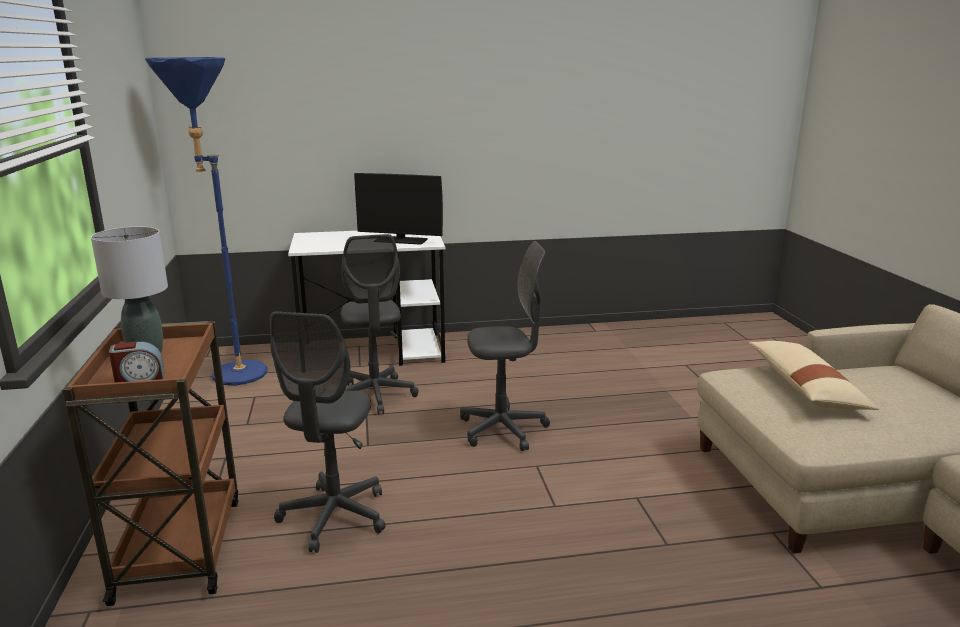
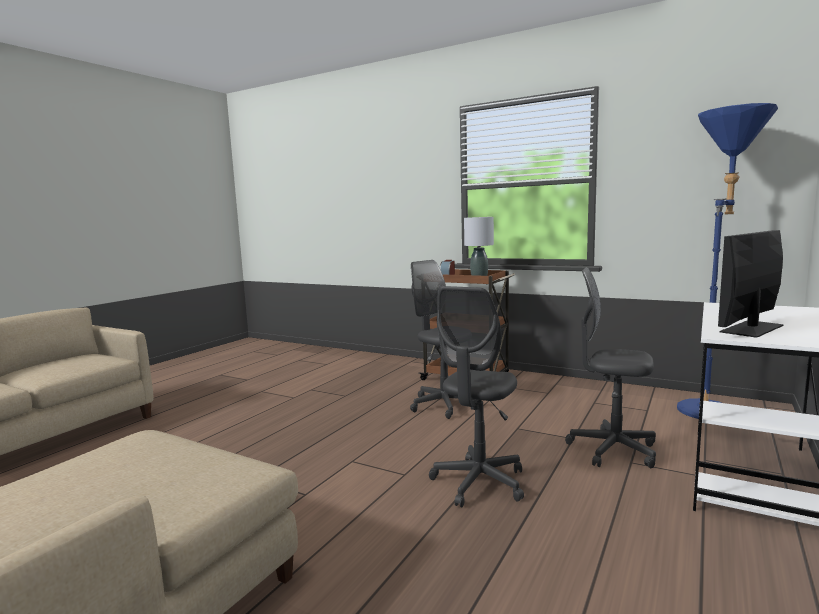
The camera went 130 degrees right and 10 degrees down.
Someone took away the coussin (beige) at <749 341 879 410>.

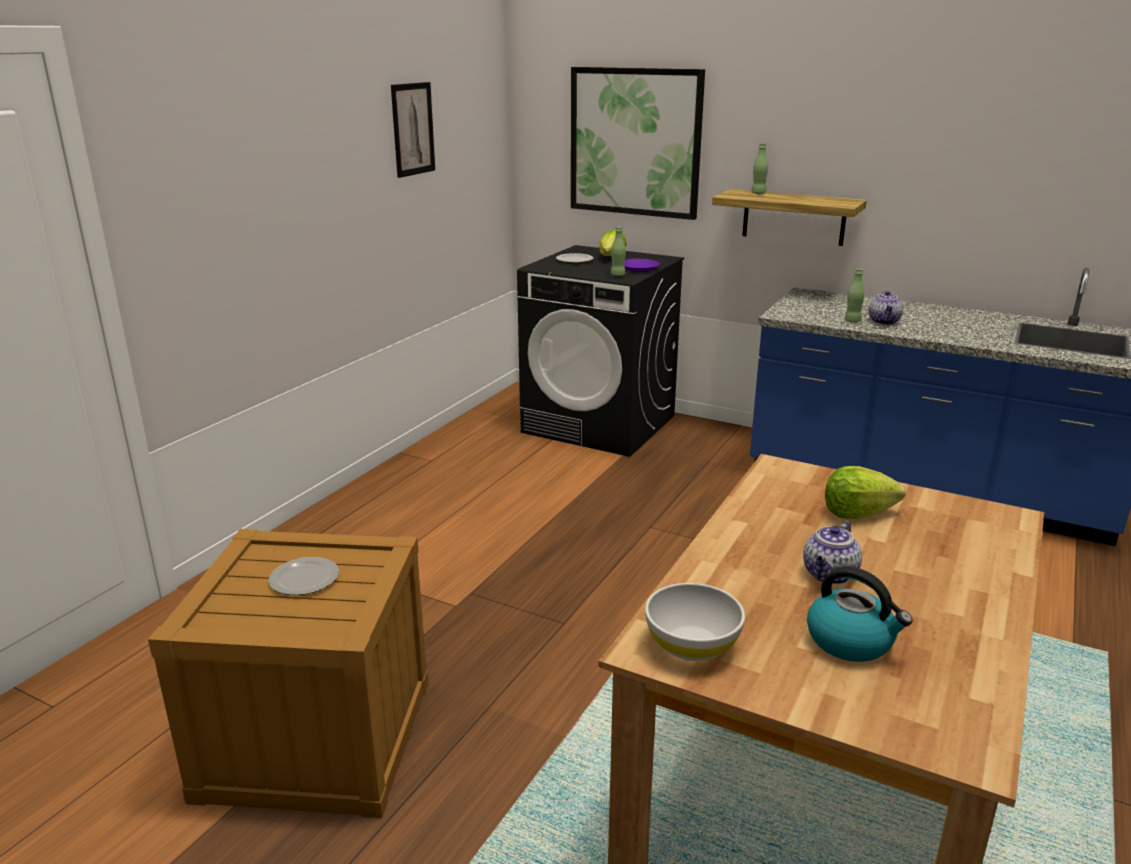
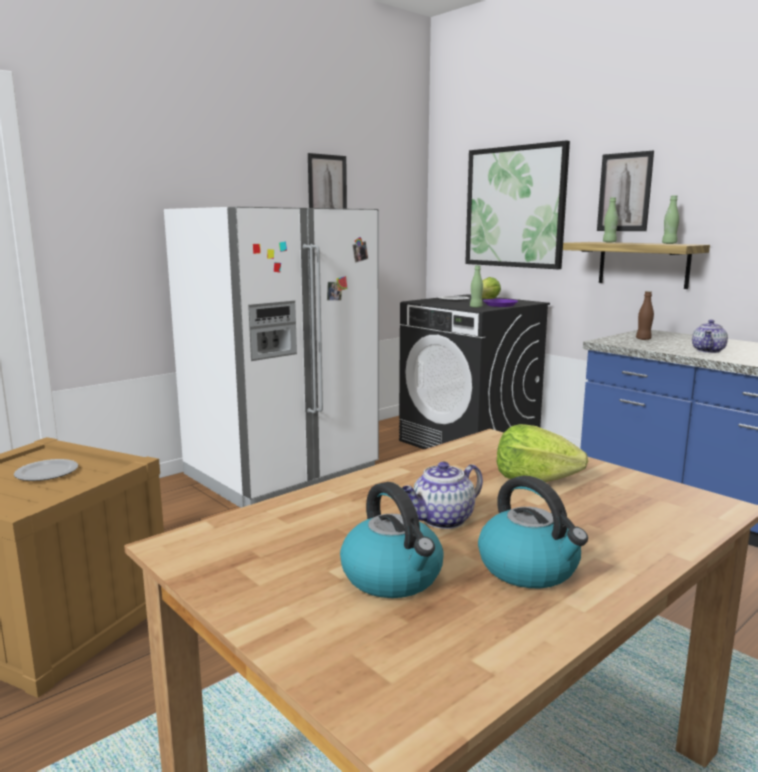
The camera went 20 degrees right and 10 degrees down.
Someone took away the bol (blanc) at <645 583 745 661>.
Someone carried the bouteille (vert) from <845 268 864 322> to <662 195 679 244>.
Someone put down the réfrigérateur (blanc) at <164 207 379 508>.
Someone put down the bouilloire at <478 476 588 588>.
Someone put up the tableau at <597 151 654 231>.
Someone put down the bouteille (marron) at <636 291 654 340>.

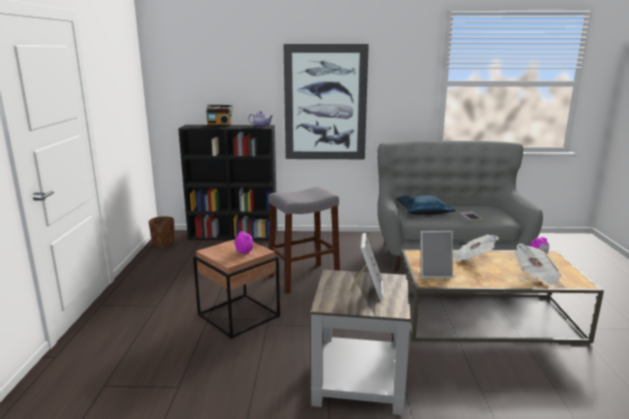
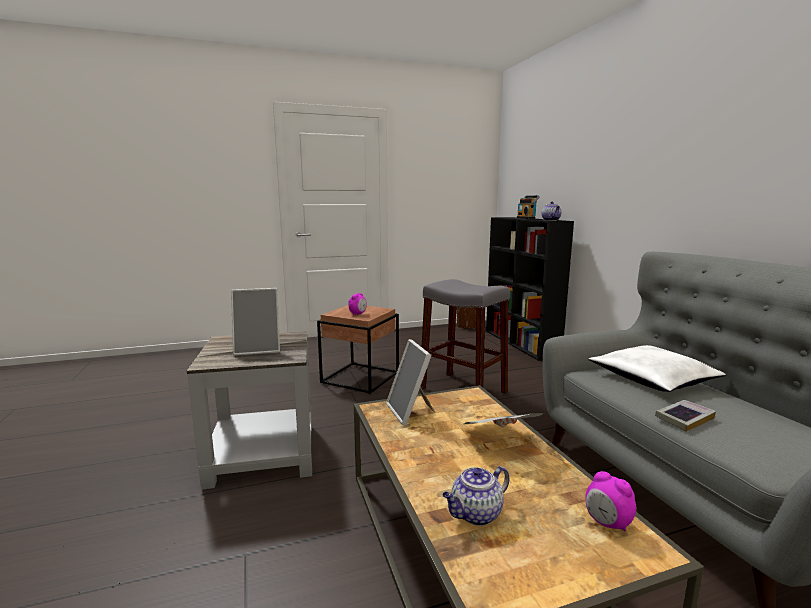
The camera went 70 degrees right and 5 degrees down.
Someone took away the tableau at <284 44 369 159>.
Someone repainted the coussin (bleu) at <396 195 456 215>, which became the coussin (blanc) at <589 345 726 392>.
Someone swapped the journal at <514 244 562 287> for the théière at <442 466 509 526>.

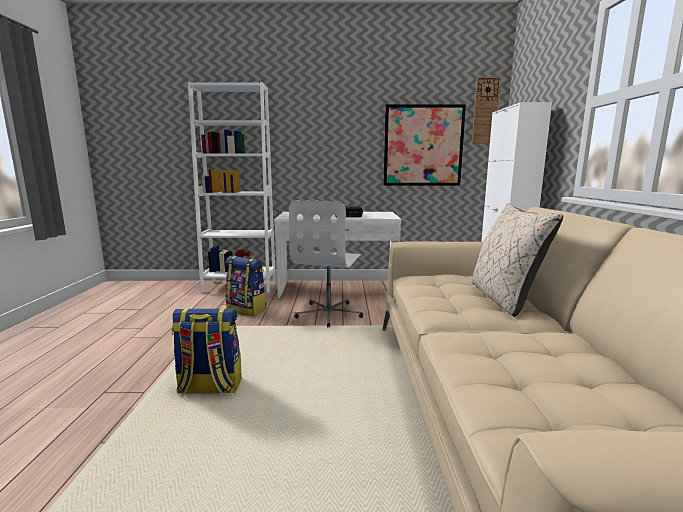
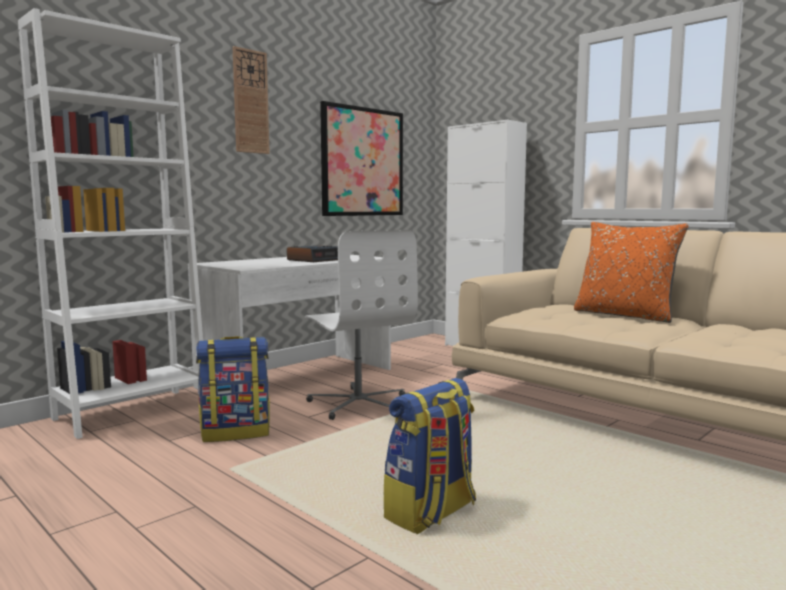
The camera went 45 degrees left and 5 degrees down.
Someone repainted the coussin (beige) at <471 203 563 317>, which became the coussin (orange) at <574 222 688 323>.
Someone carried the horloge murale from <472 77 501 144> to <233 46 270 154>.

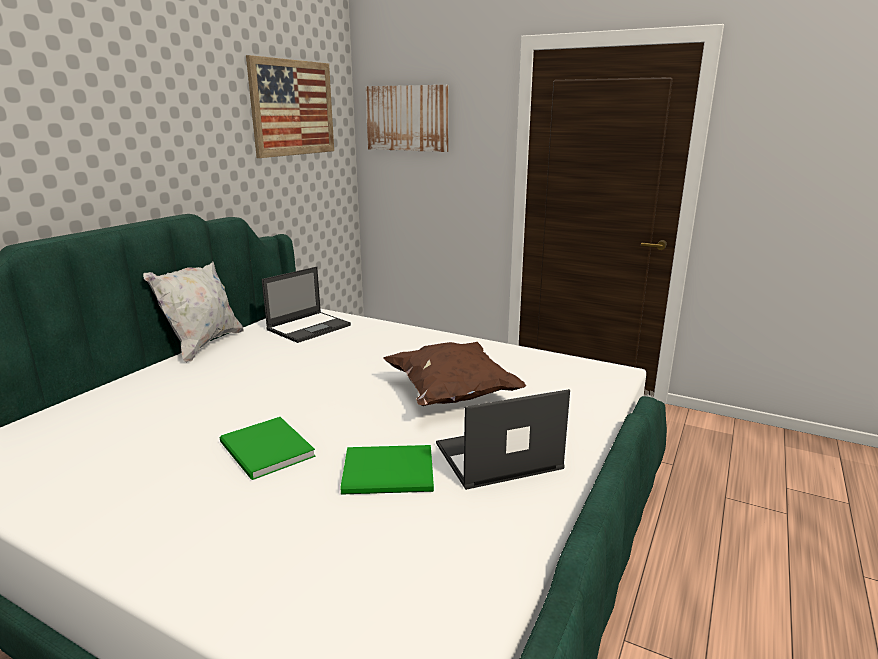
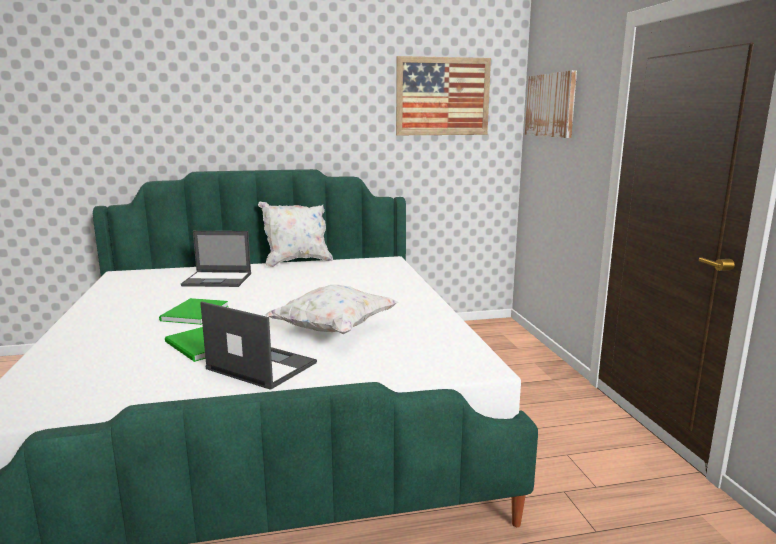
The camera went 50 degrees right and 5 degrees down.
Someone carried the ordinateur portable from <262 267 351 343> to <181 231 251 287>.
Someone repainted the coussin (marron) at <383 342 526 406>, which became the coussin (blanc) at <265 285 398 334>.

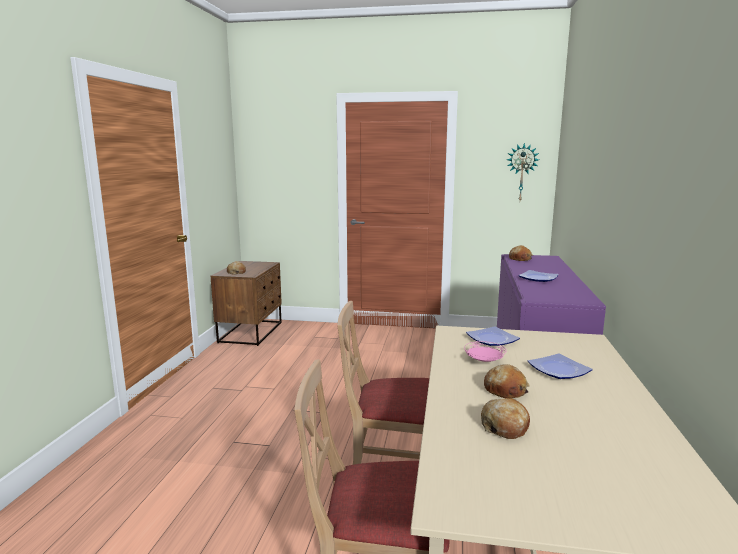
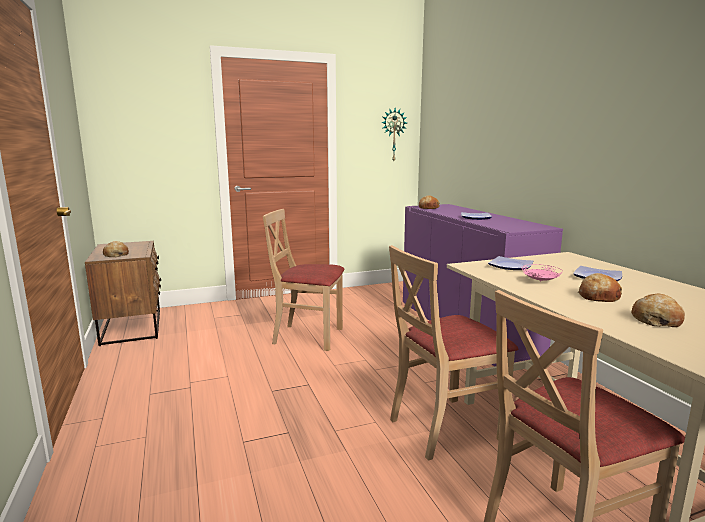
The camera went 30 degrees left and 0 degrees up.
Someone put down the chaise (beige) at <263 209 344 351>.

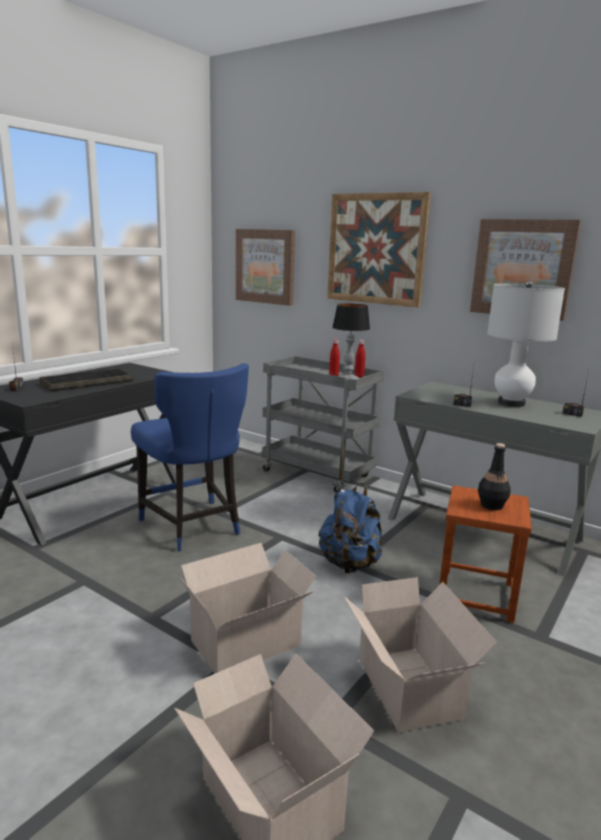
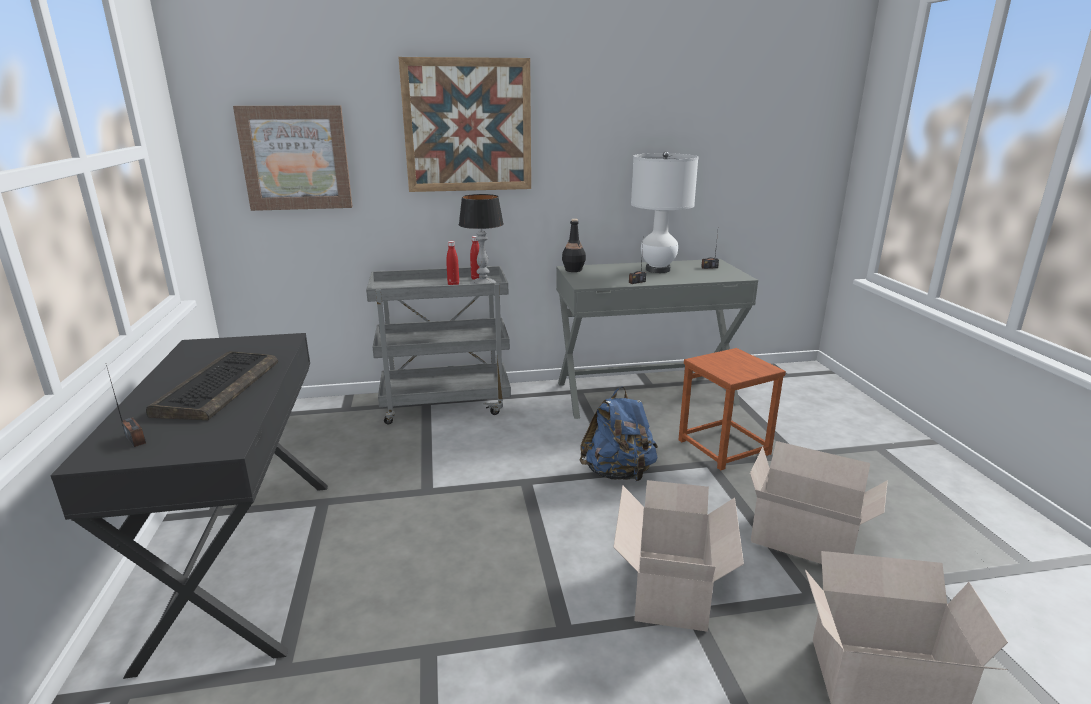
The camera went 45 degrees left and 5 degrees up.
Someone took away the chaise (bleu) at <131 363 249 551>.
Someone took away the tableau at <470 219 581 321>.
Someone carried the bouteille (noir) from <478 443 511 510> to <562 219 586 272>.

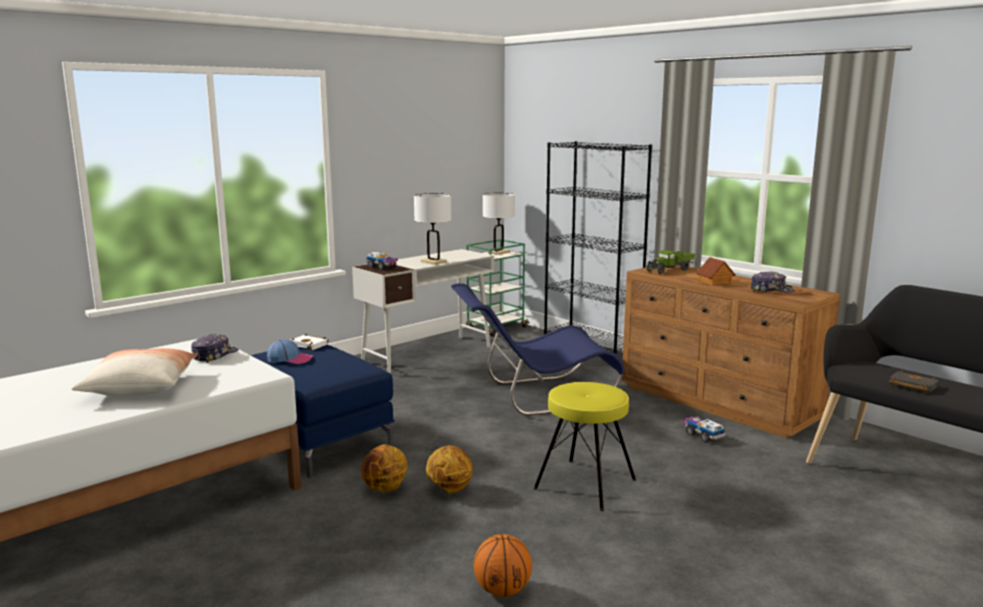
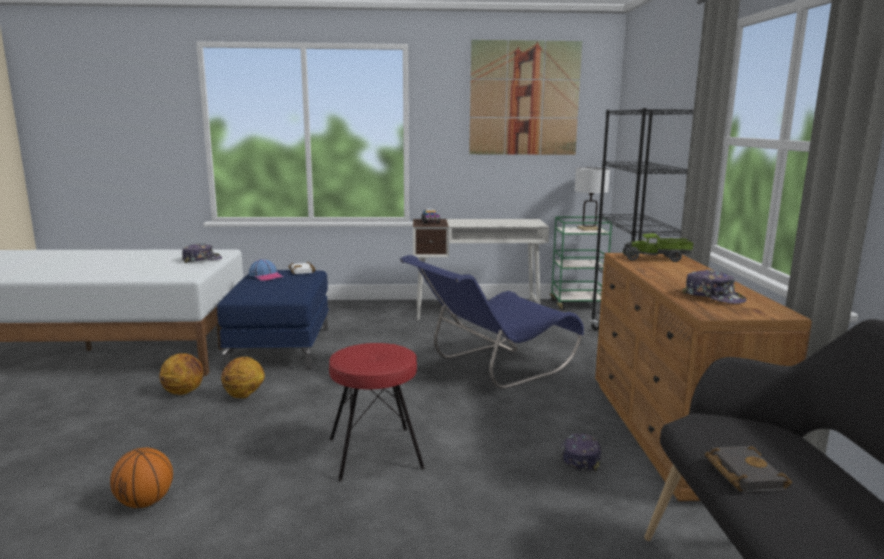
The camera went 40 degrees right and 0 degrees up.
Someone took away the coussin at <72 348 198 396>.
Someone took away the lampe de table (blanc) at <414 193 452 265>.
Someone carried the ballon de basket from <426 445 473 494> to <160 353 203 395>.
Someone rotated the chaise (bleu) at <451 283 624 415> by 60 degrees counterclockwise.
Someone repainted the tabouret (jaune) at <534 382 636 511>, which became the tabouret (rouge) at <329 343 425 482>.
Someone swapped the camion jouet at <684 416 726 442> for the casquette at <561 433 601 472>.
Someone took away the maison miniature at <696 257 736 285>.
Someone put up the tableau at <469 40 582 155>.

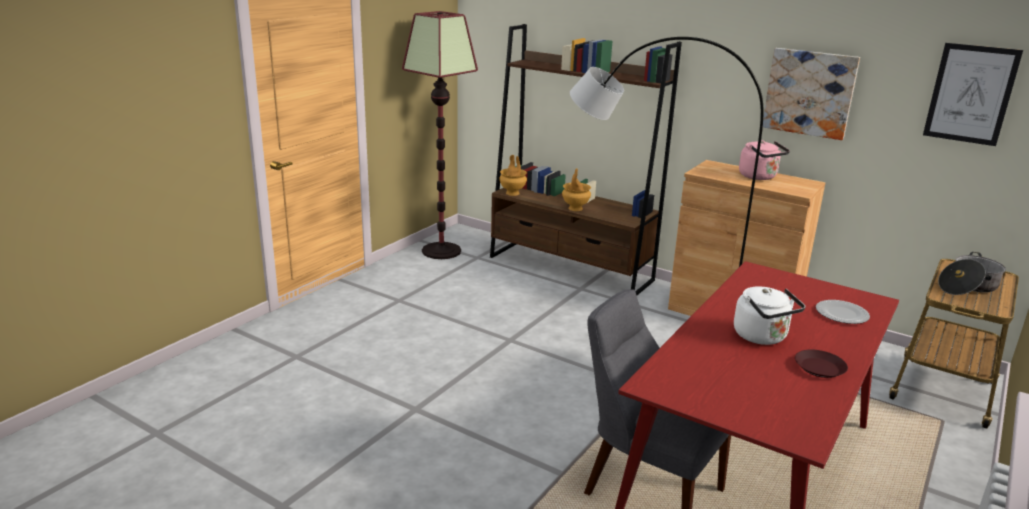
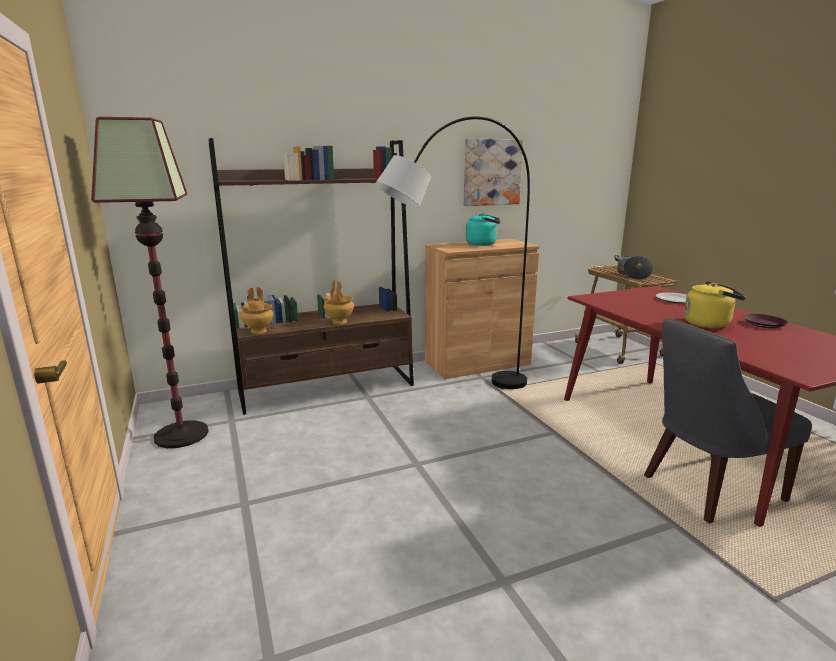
The camera went 55 degrees left and 5 degrees down.
Someone repainted the bouilloire (blanc) at <734 287 805 345>, which became the bouilloire (jaune) at <684 281 746 328>.
Someone repainted the bouilloire (rose) at <739 140 790 180>, which became the bouilloire (turquoise) at <466 213 500 246>.
Someone took away the tableau at <923 43 1023 146>.

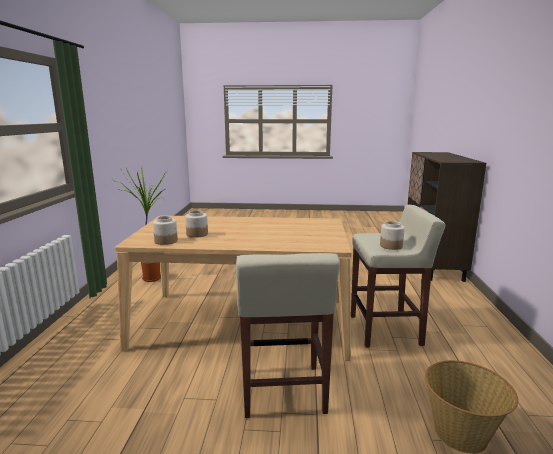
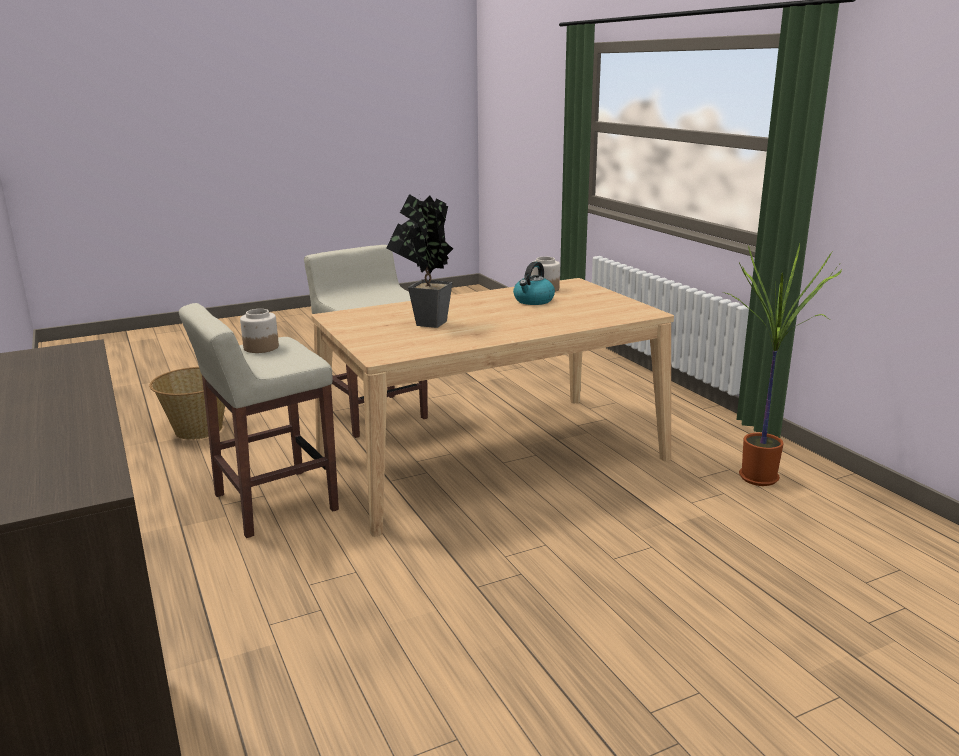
The camera went 150 degrees right and 5 degrees up.
Someone swapped the bocal at <185 210 208 238> for the bouilloire at <513 261 555 305>.
Someone put down the plante en pot at <386 194 453 328>.

